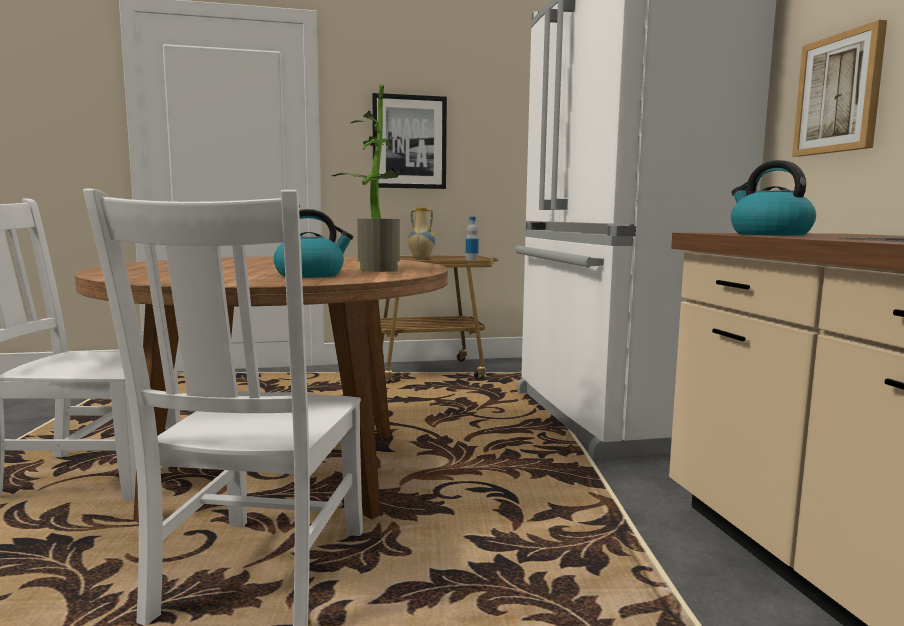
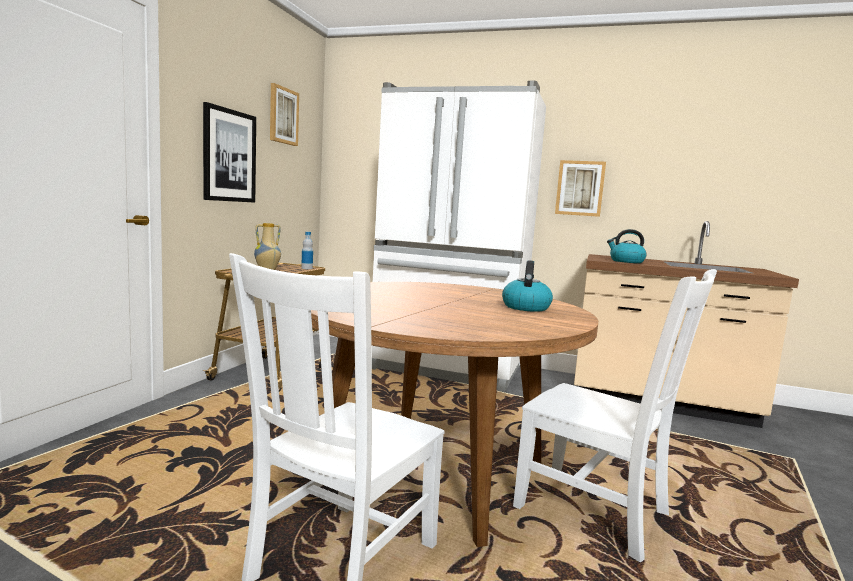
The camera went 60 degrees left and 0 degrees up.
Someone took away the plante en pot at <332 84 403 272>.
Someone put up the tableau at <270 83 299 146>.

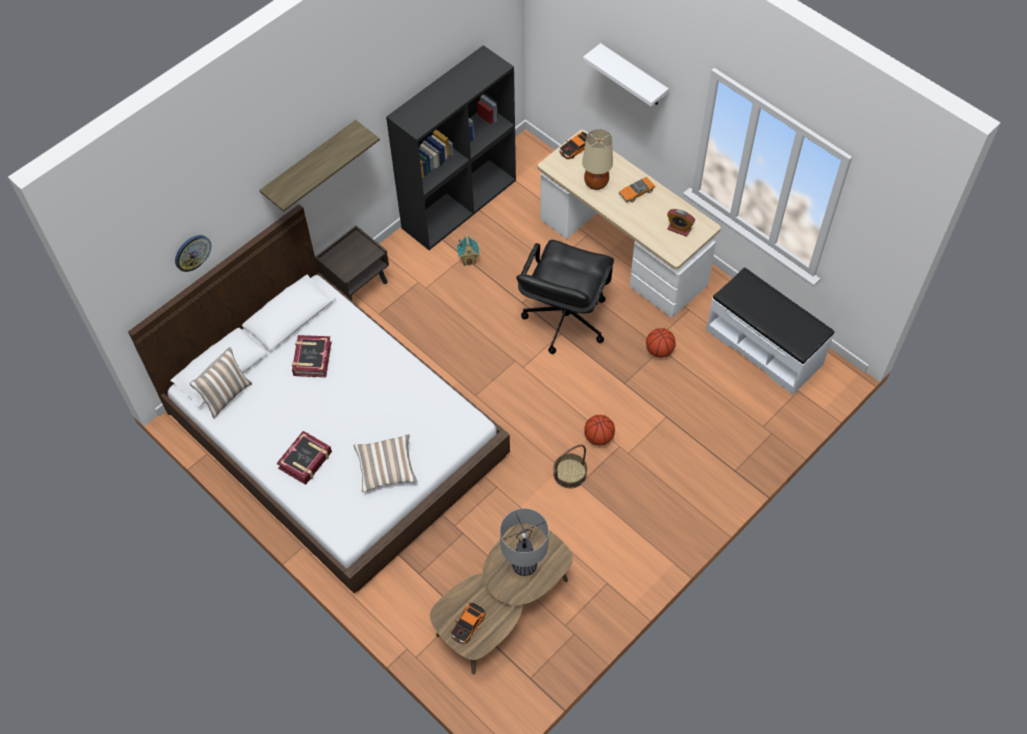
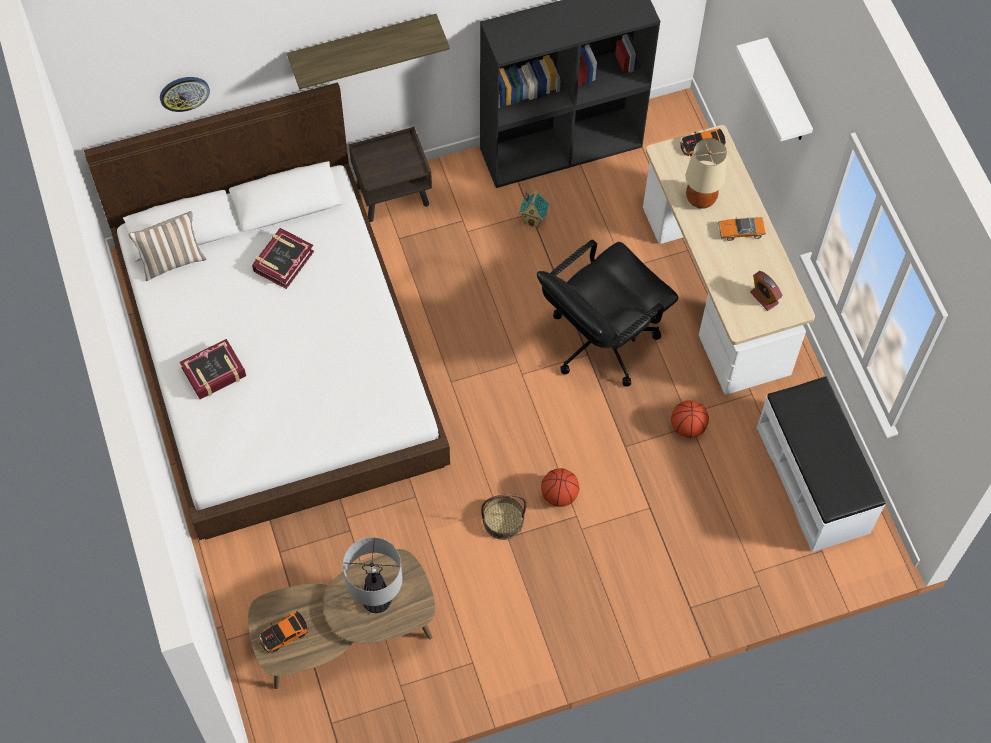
The camera went 25 degrees right and 5 degrees up.
Someone took away the coussin at <354 434 418 492>.

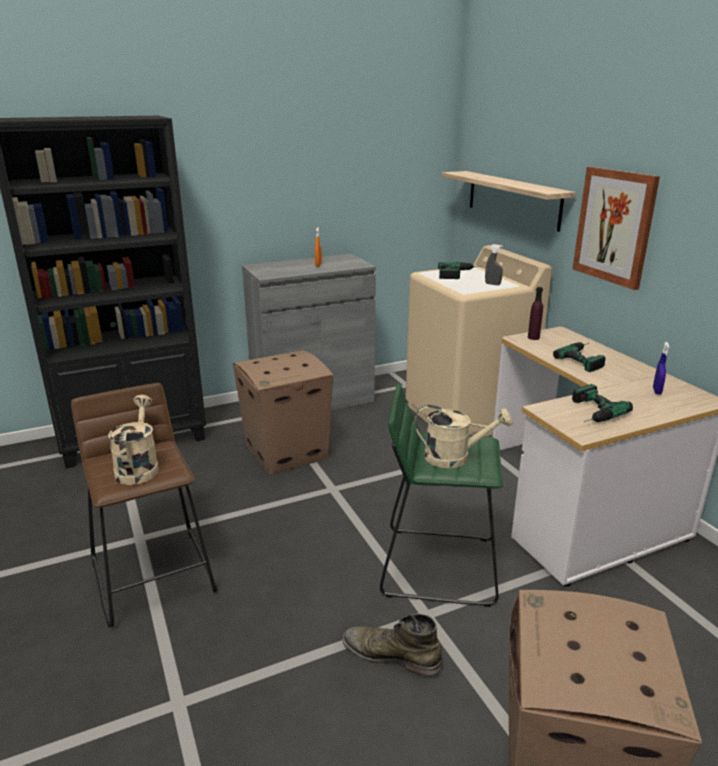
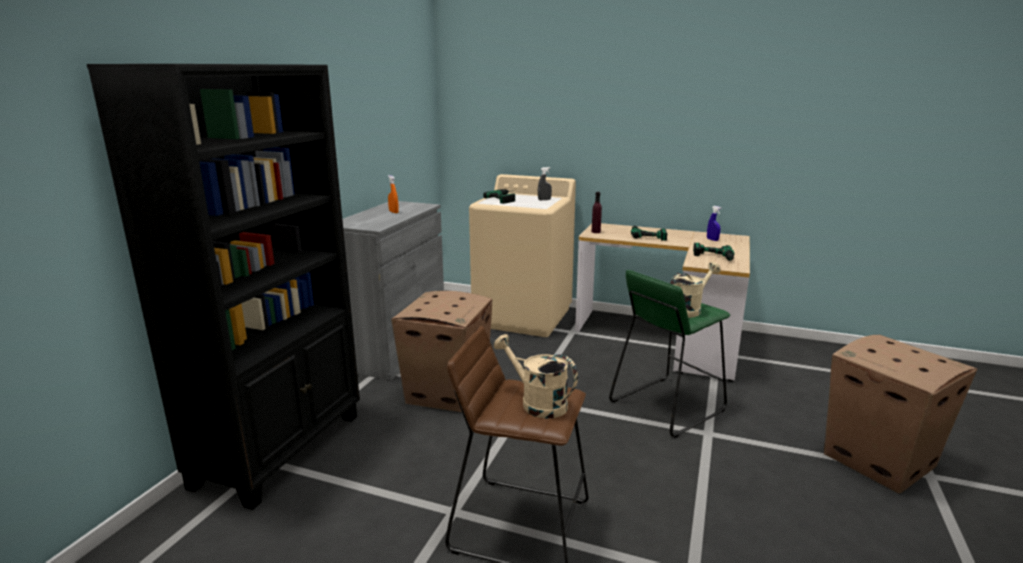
The camera went 45 degrees left and 5 degrees down.
Someone took away the botte (vert) at <342 614 443 677>.
Someone took away the étagère at <442 171 576 232>.
Someone took away the tableau at <573 167 660 290>.

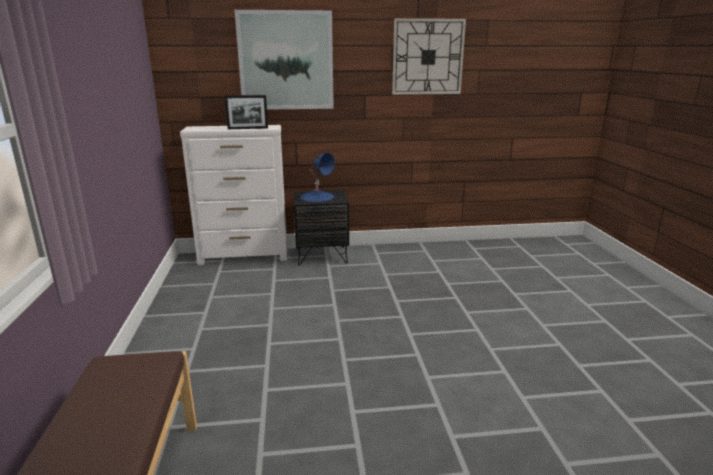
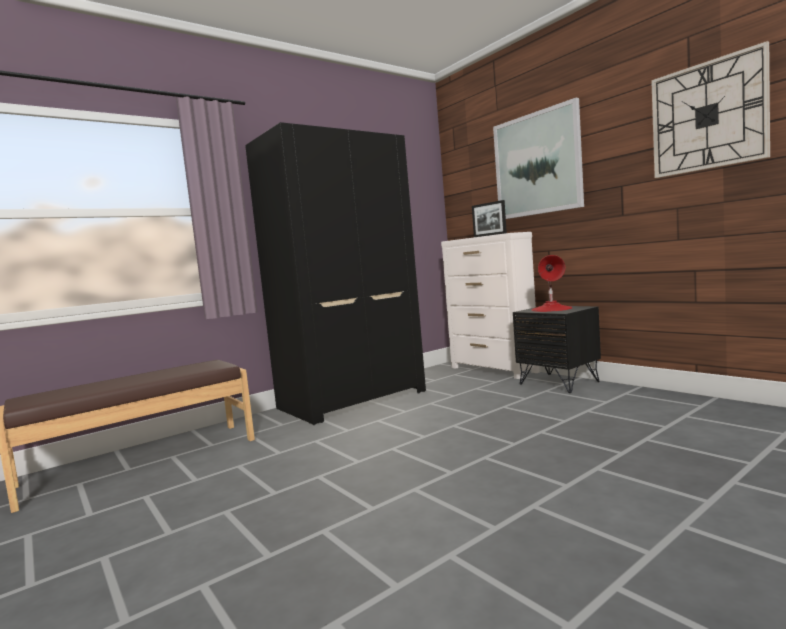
The camera went 60 degrees right and 15 degrees down.
Someone repainted the lampe de table (bleu) at <300 153 335 202>, which became the lampe de table (rouge) at <531 255 572 312>.
Someone put down the armoire (noir) at <245 122 426 425>.

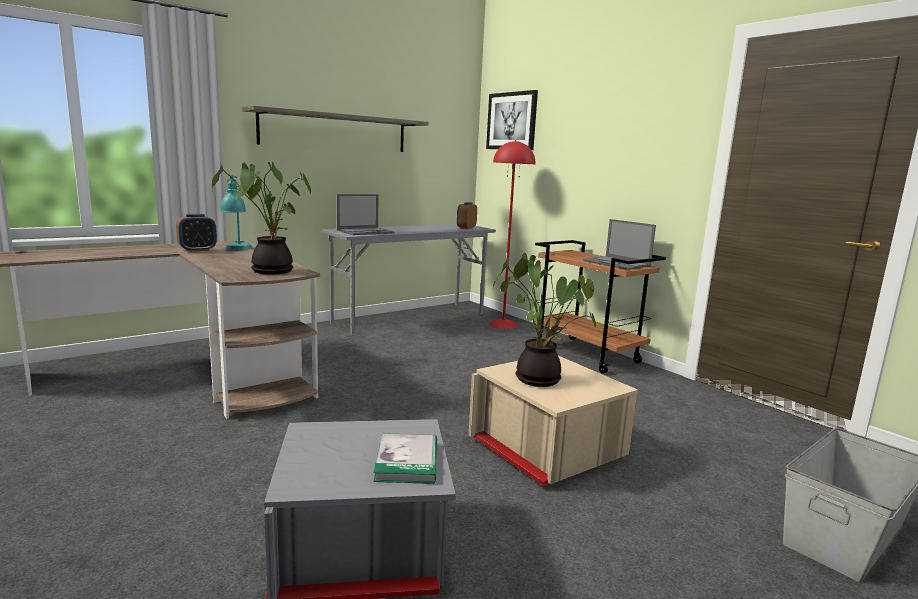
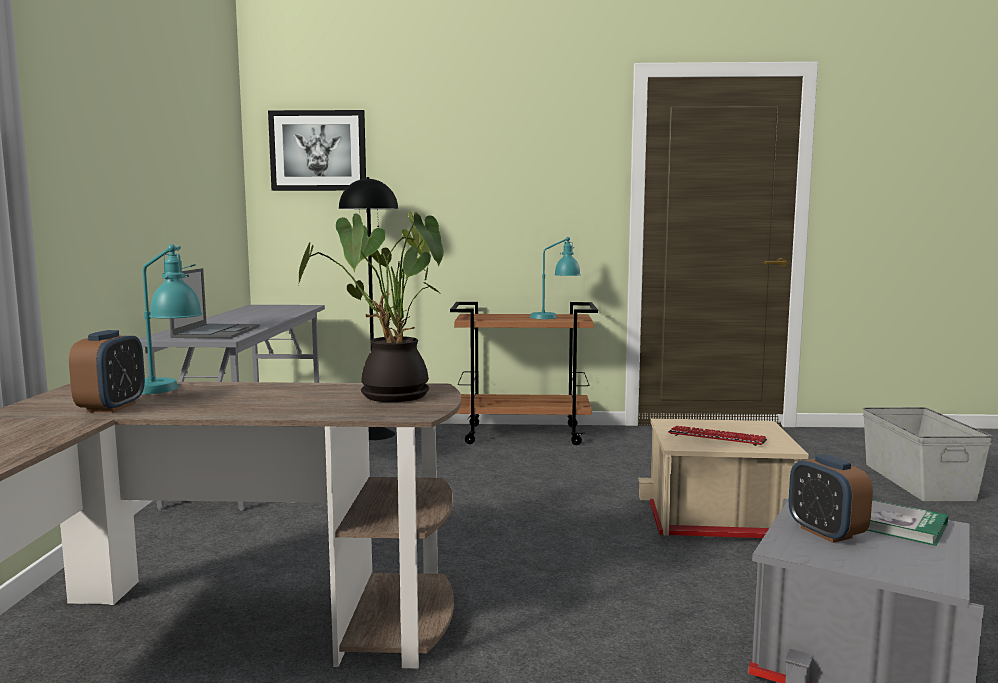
The camera went 50 degrees left and 5 degrees down.
Someone took away the étagère at <242 106 429 152>.
Someone carried the réveil from <457 202 477 229> to <789 454 873 543>.
Someone repainted the lampadaire (rouge) at <489 140 535 329>, which became the lampadaire (noir) at <339 177 398 440>.
Someone swapped the plante en pot at <493 253 596 387> for the clavier at <668 426 767 446>.
Someone swapped the ordinateur portable at <583 219 656 270> for the lampe de table (turquoise) at <530 237 581 319>.

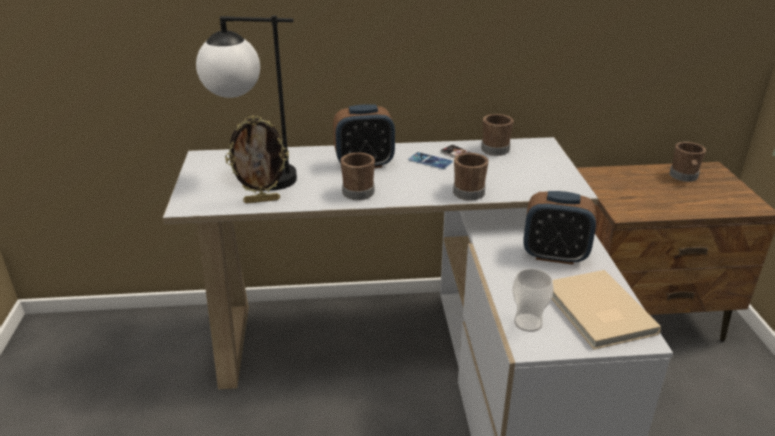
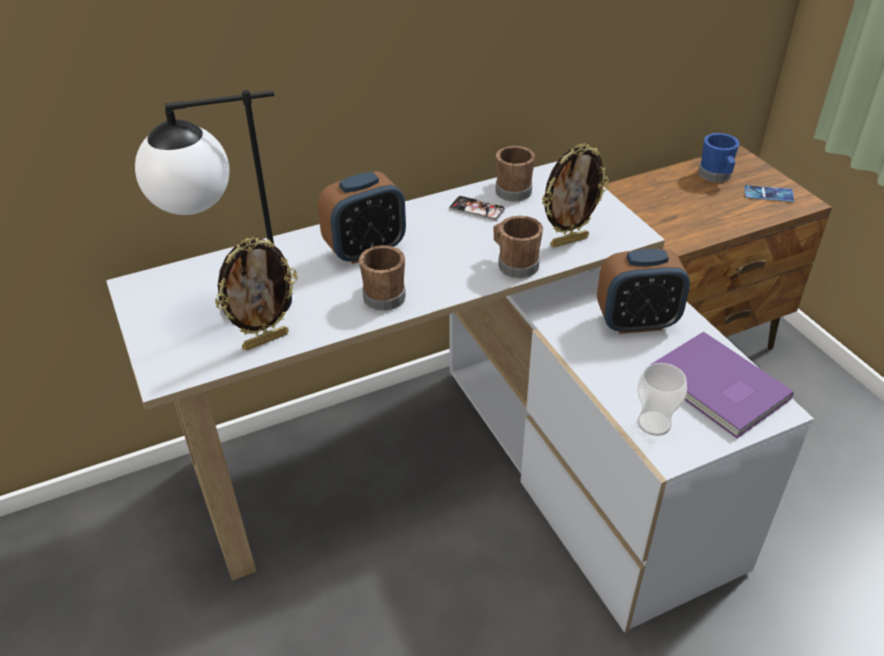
The camera went 20 degrees left and 10 degrees up.
Someone carried the téléphone from <408 152 453 169> to <744 185 794 202>.
Someone repainted the livre (beige) at <552 270 661 350>, which became the livre (violet) at <650 332 794 438>.
Someone repainted the mug (marron) at <670 142 706 182>, which became the mug (bleu) at <698 133 739 182>.
Someone put down the cadre photo at <542 143 609 248>.

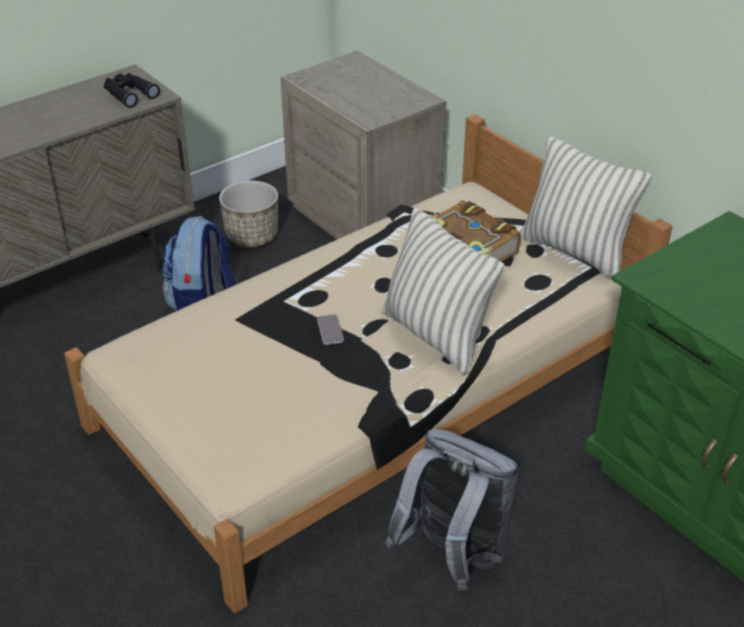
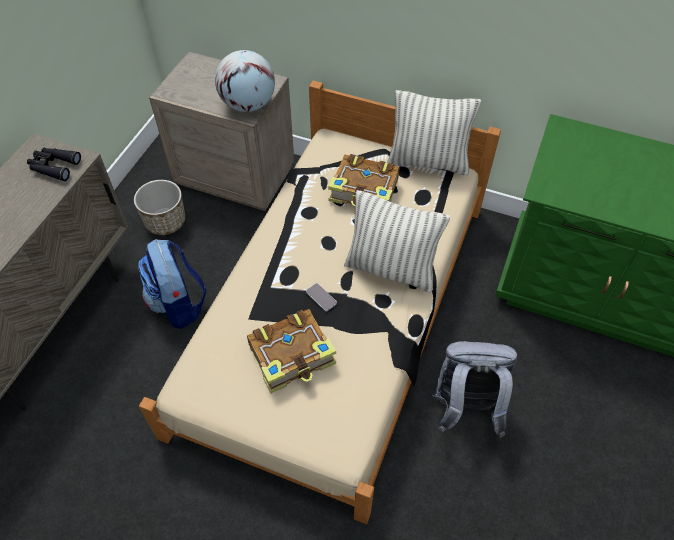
The camera went 30 degrees left and 15 degrees up.
Someone put down the globe at <215 50 275 112>.
Someone put down the livre at <247 309 336 393>.

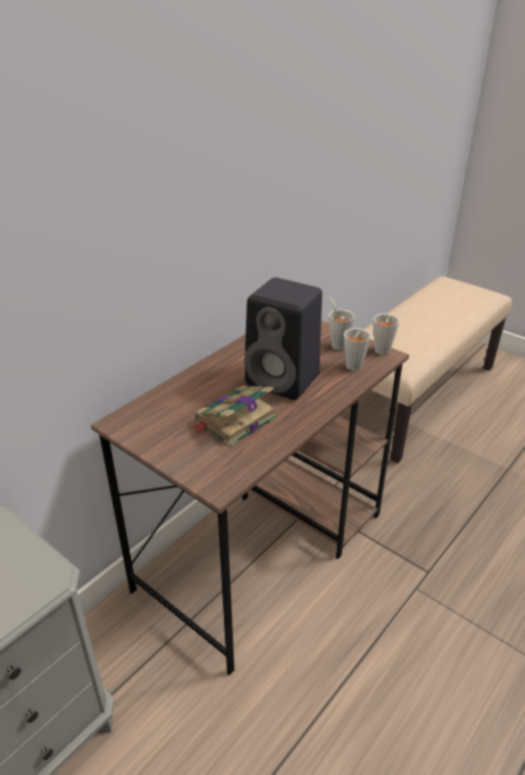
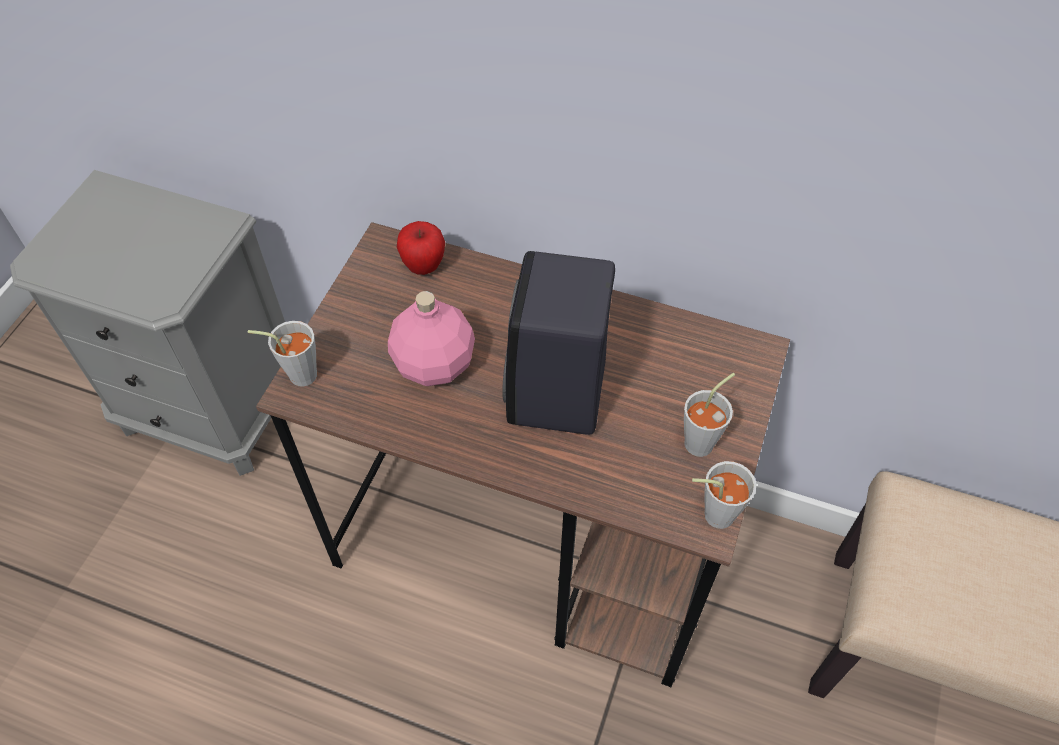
The camera went 70 degrees right and 20 degrees up.
Someone swapped the livre at <193 386 277 446> for the bouteille (rose) at <388 291 475 386>.
Someone carried the tasse (gris) from <344 328 371 371> to <248 321 317 387>.
Someone put down the pomme at <397 221 445 275>.

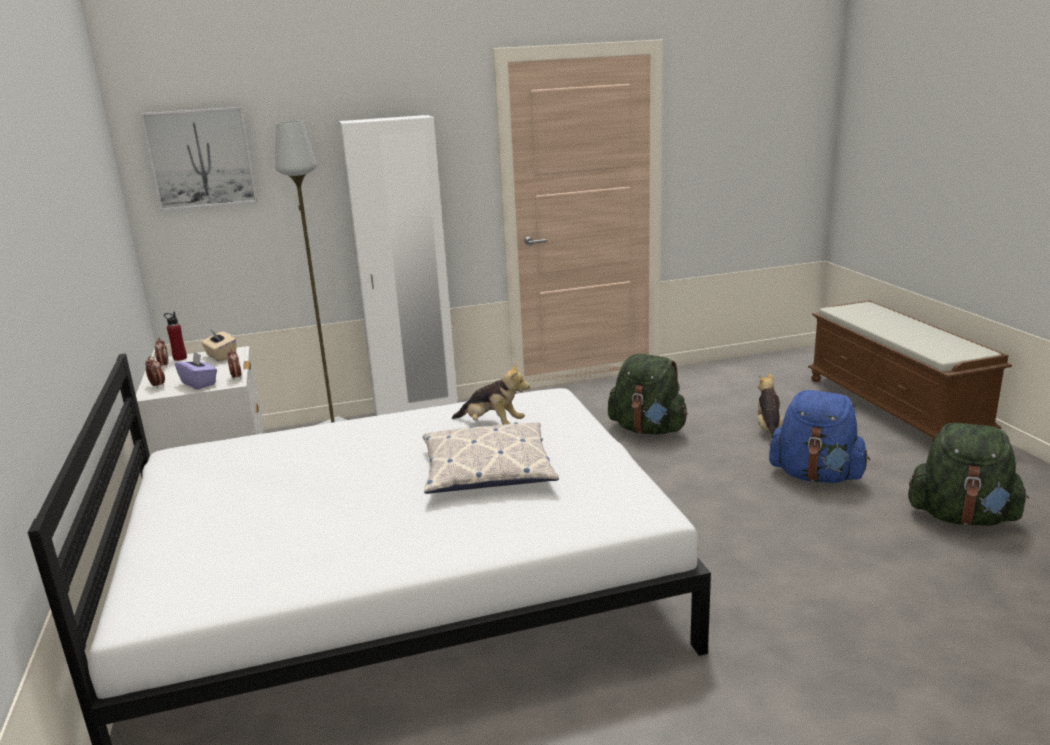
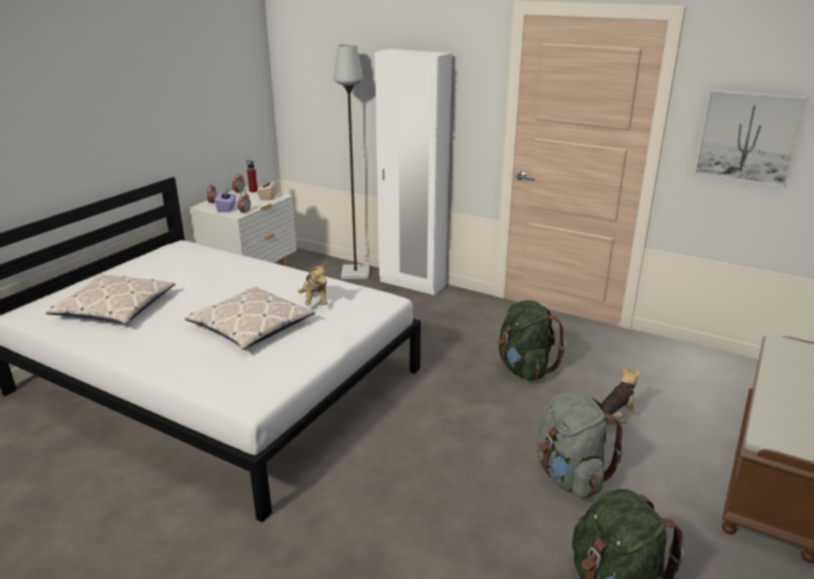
The camera went 45 degrees right and 5 degrees up.
Someone carried the tableau from <141 107 257 211> to <694 89 809 187>.
Someone repainted the sac à dos (bleu) at <769 390 870 483>, which became the sac à dos (gris) at <537 391 624 498>.
Someone put down the coussin at <46 275 175 324>.

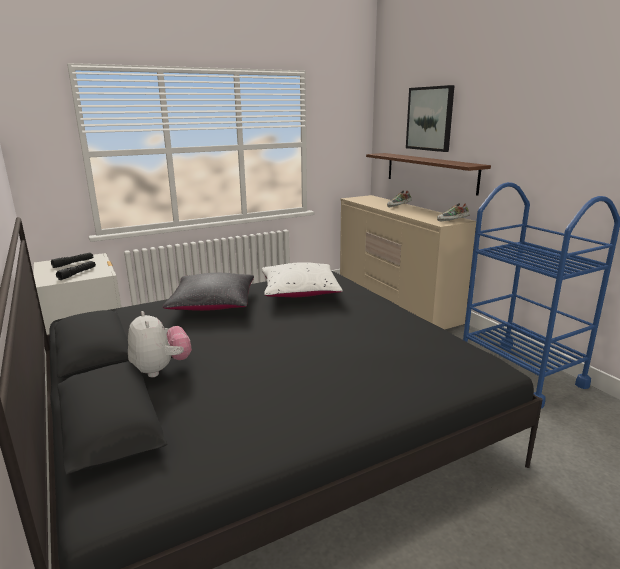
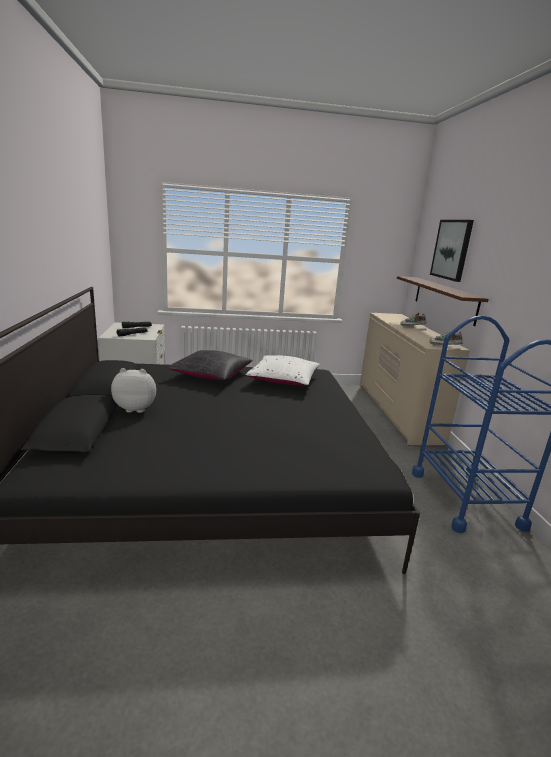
The camera went 20 degrees right and 0 degrees up.
Someone rotated the peluche at <128 311 192 377> by 90 degrees counterclockwise.

